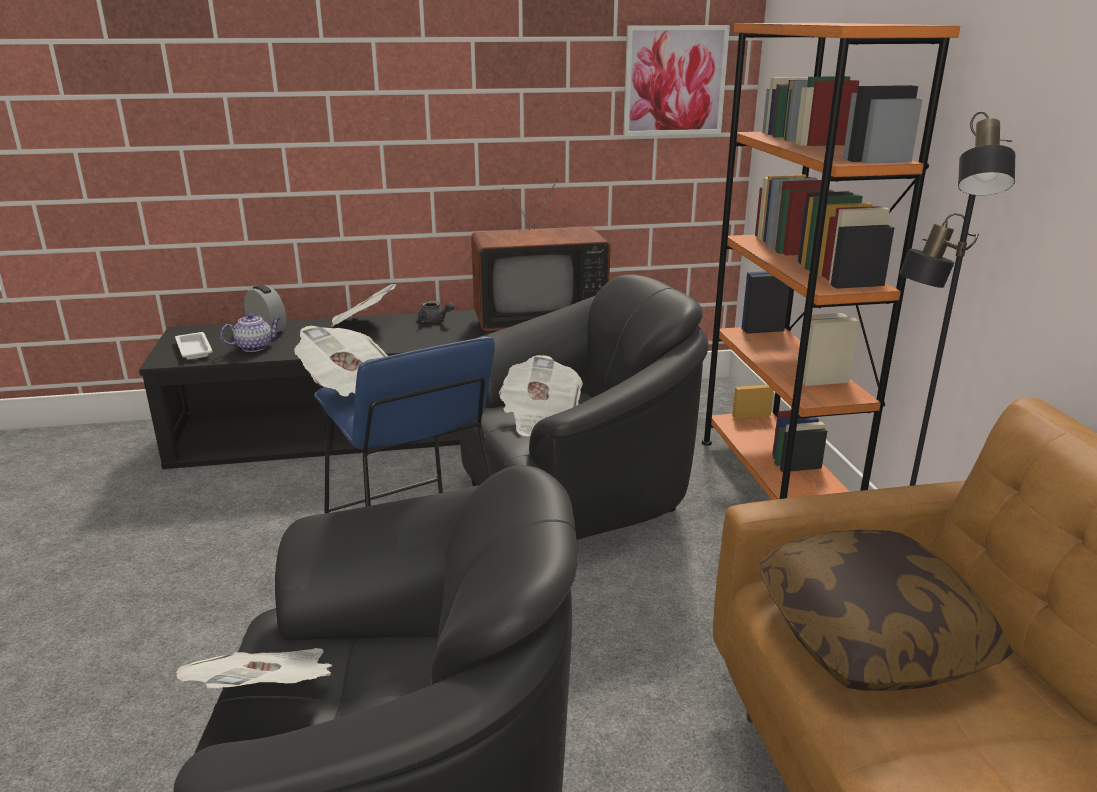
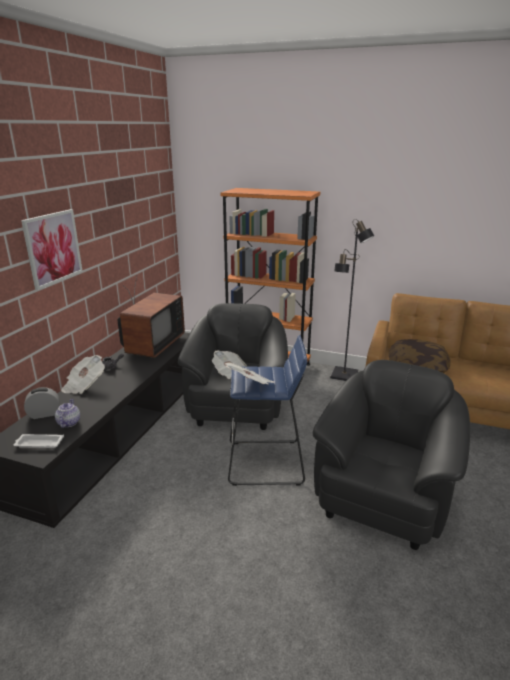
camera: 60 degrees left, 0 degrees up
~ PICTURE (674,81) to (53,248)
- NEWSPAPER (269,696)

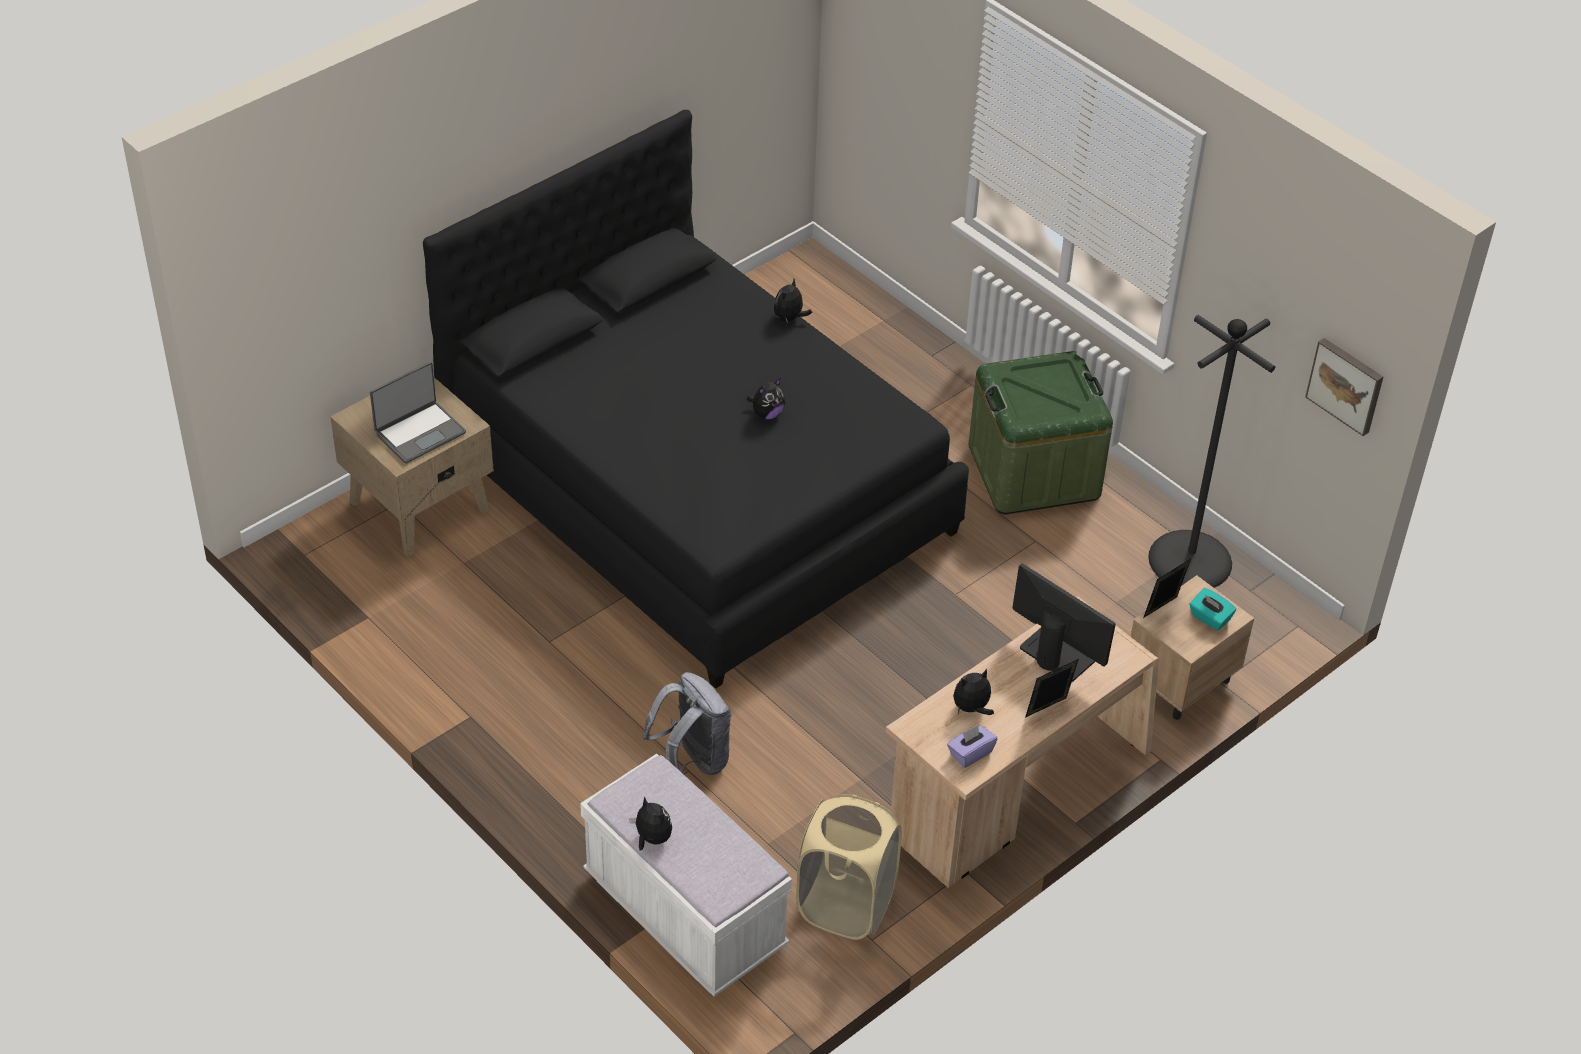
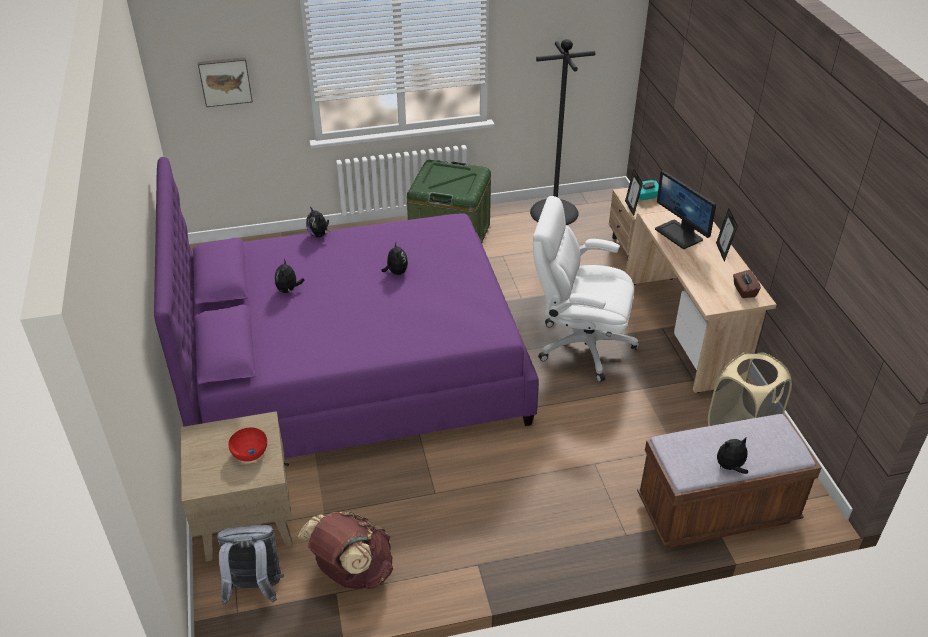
camera: 60 degrees left, 5 degrees down
~ BLACK BED (698,489) to PURPLE BED (353,369)
~ PICTURE (1346,385) to (225,81)
~ GREY BACKPACK (692,760) to (255,588)
~ LAPTOP (419,432) to RED BOWL (249,452)
~ PLUSH TOY (972,708) to (288,290)
+ BROWN BACKPACK (352,572)
+ WHITE OFFICE CHAIR (578,344)
~ WHITE BENCH (684,913) to BROWN BENCH (717,511)
~ MONITOR (1056,654) = (679,234) 105 degrees counterclockwise
~ PURPLE TISSUE BOX (970,753) to BROWN TISSUE BOX (744,291)

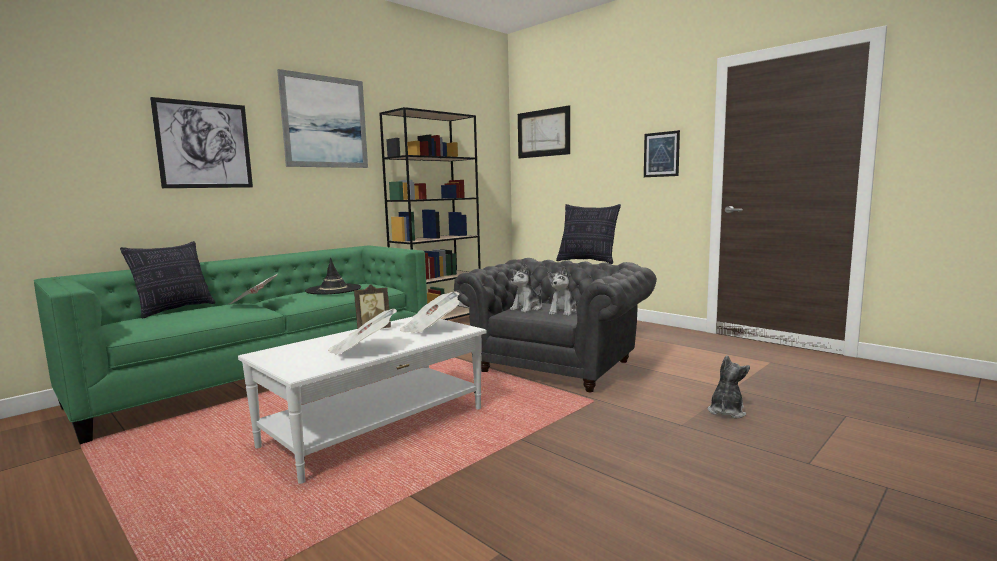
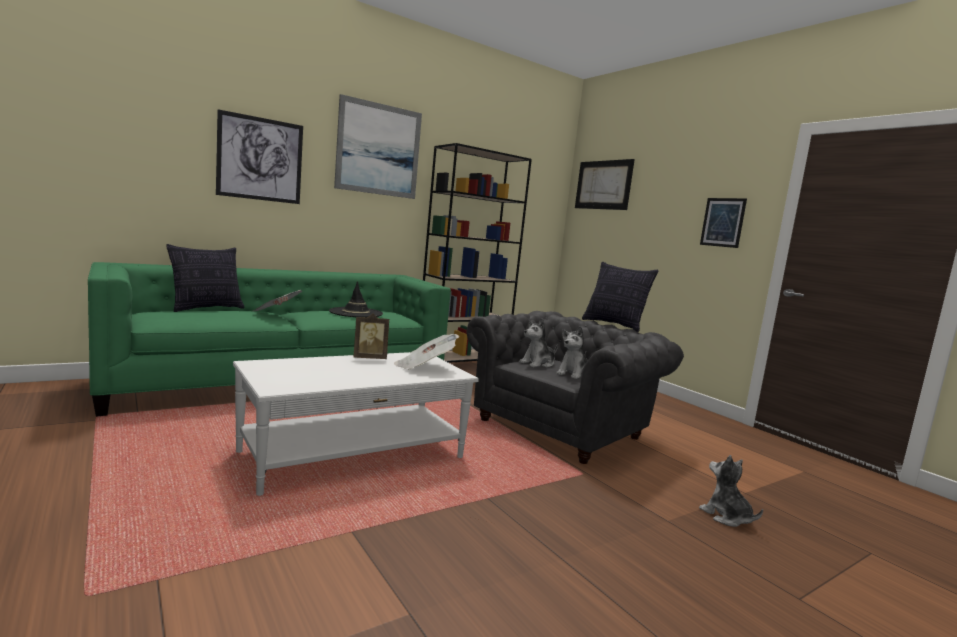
camera: 10 degrees right, 0 degrees up
~ PLUSH TOY (726,411) = (726,517) 75 degrees counterclockwise
- NEWSPAPER (362,350)

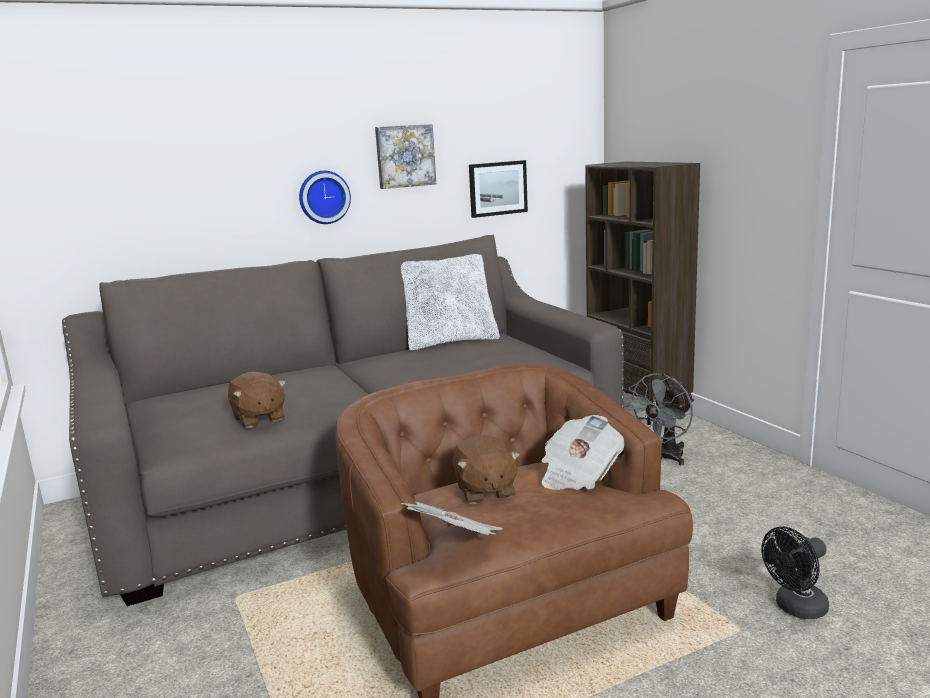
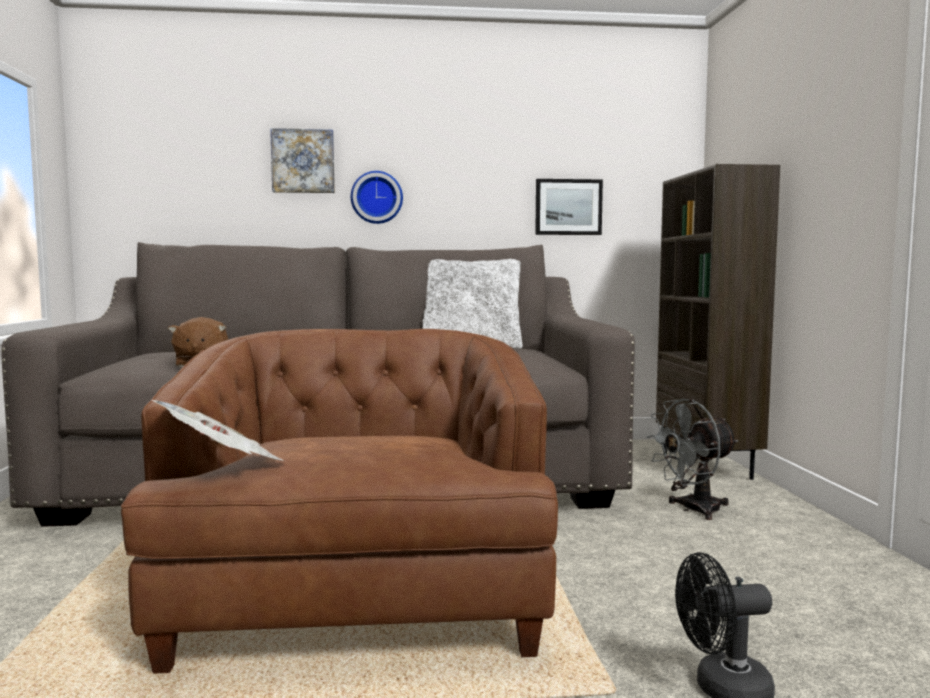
camera: 20 degrees right, 10 degrees down
~ PICTURE (405,156) to (303,161)
- BROWN PLUSH TOY (484,491)
- NEWSPAPER (578,475)

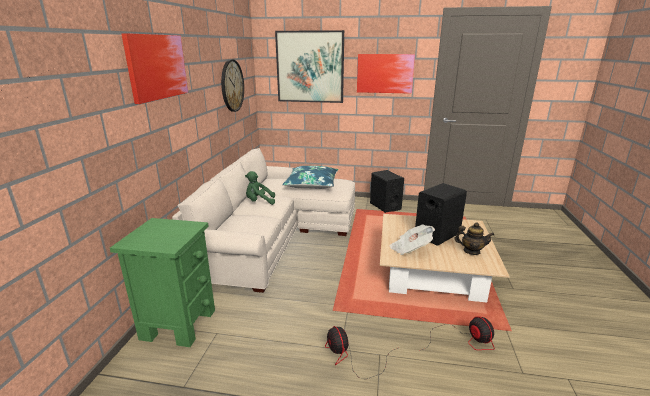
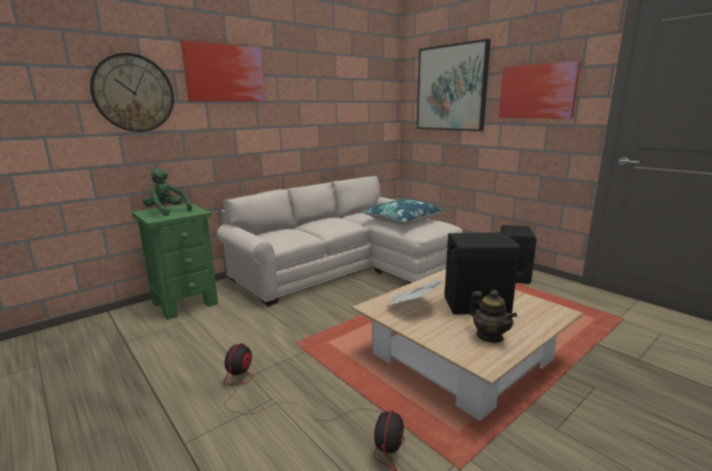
camera: 40 degrees right, 5 degrees down
~ WALL CLOCK (232,86) to (133,93)
~ GREEN PLUSH TOY (259,202) to (167,212)

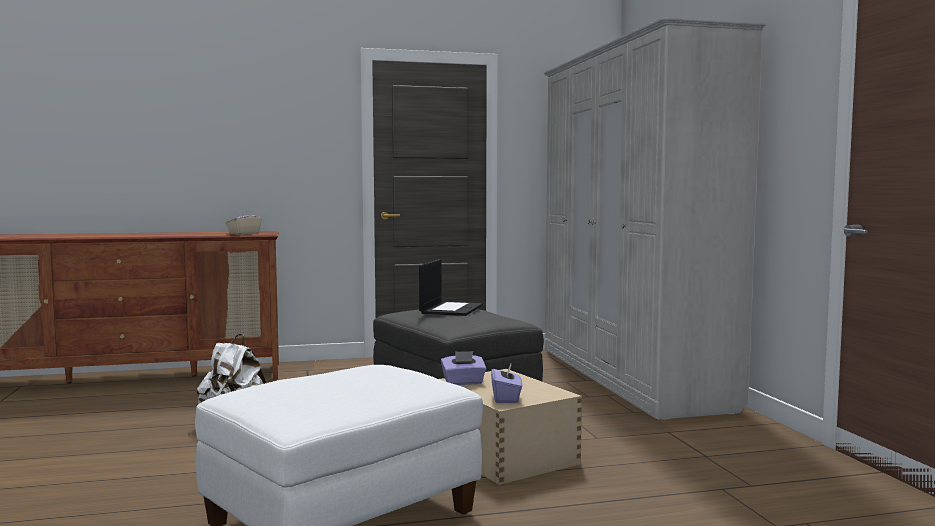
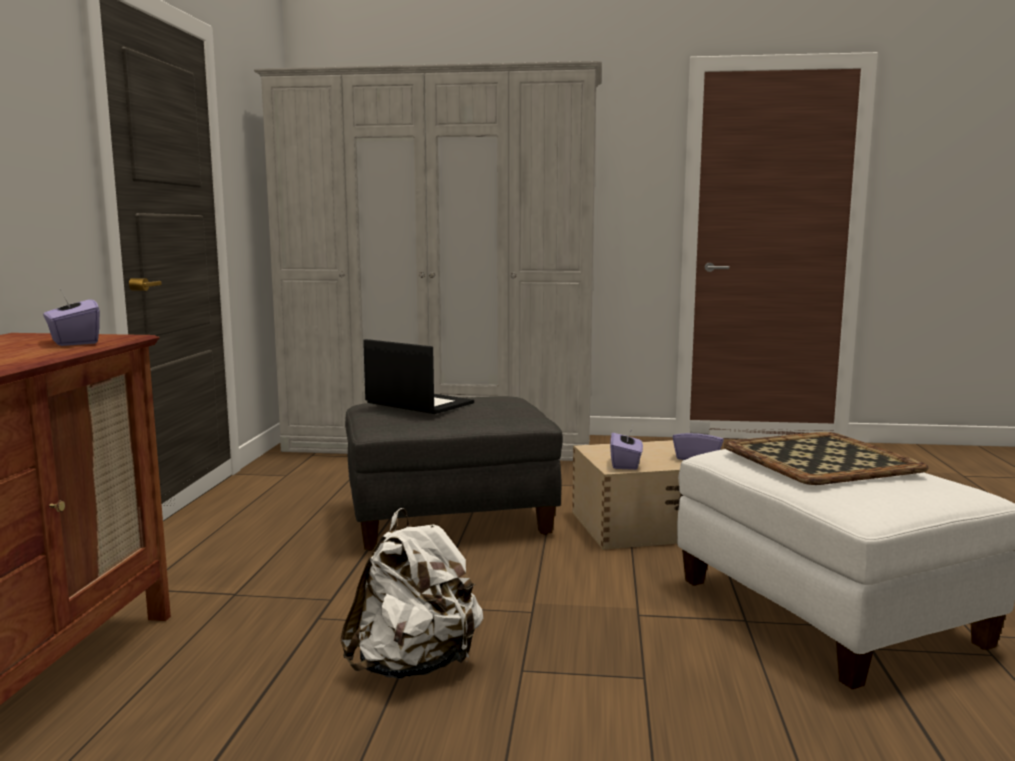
camera: 70 degrees left, 5 degrees up
~ BEIGE TISSUE BOX (244,234) to PURPLE TISSUE BOX (73,342)
+ TRAY (820,458)

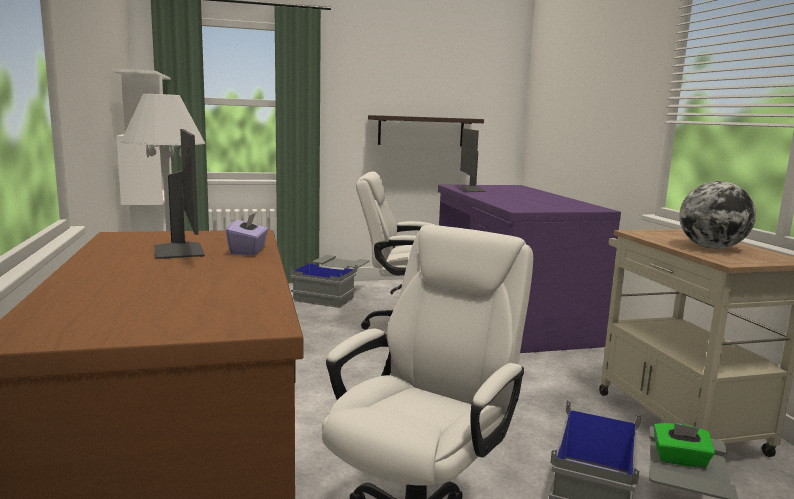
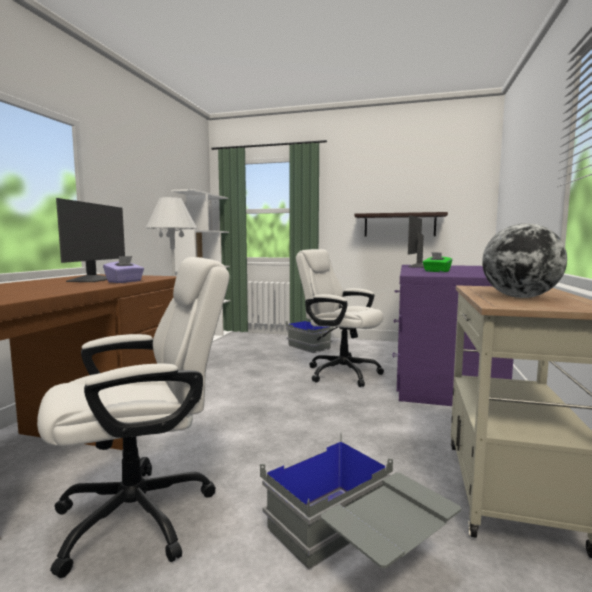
camera: 30 degrees right, 5 degrees down
~ GREEN TISSUE BOX (680,459) to (436,271)

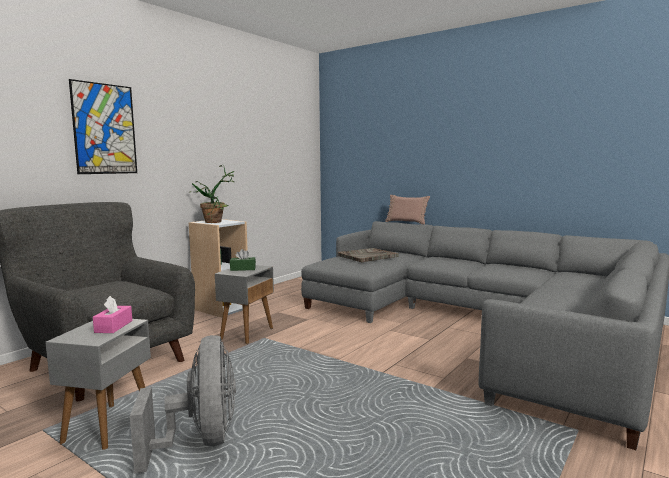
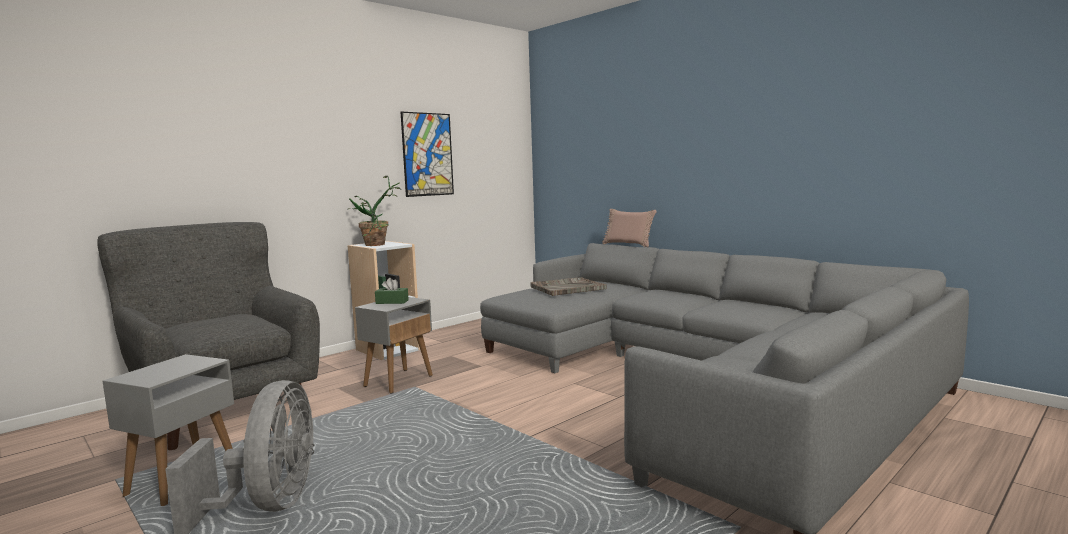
camera: 10 degrees right, 0 degrees up
~ PICTURE (104,129) to (427,154)
- PINK TISSUE BOX (113,326)

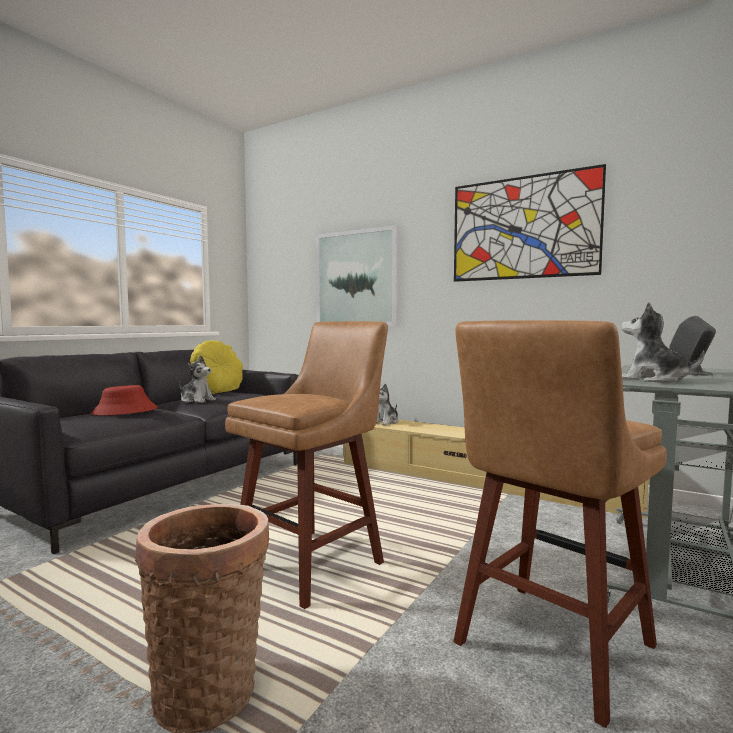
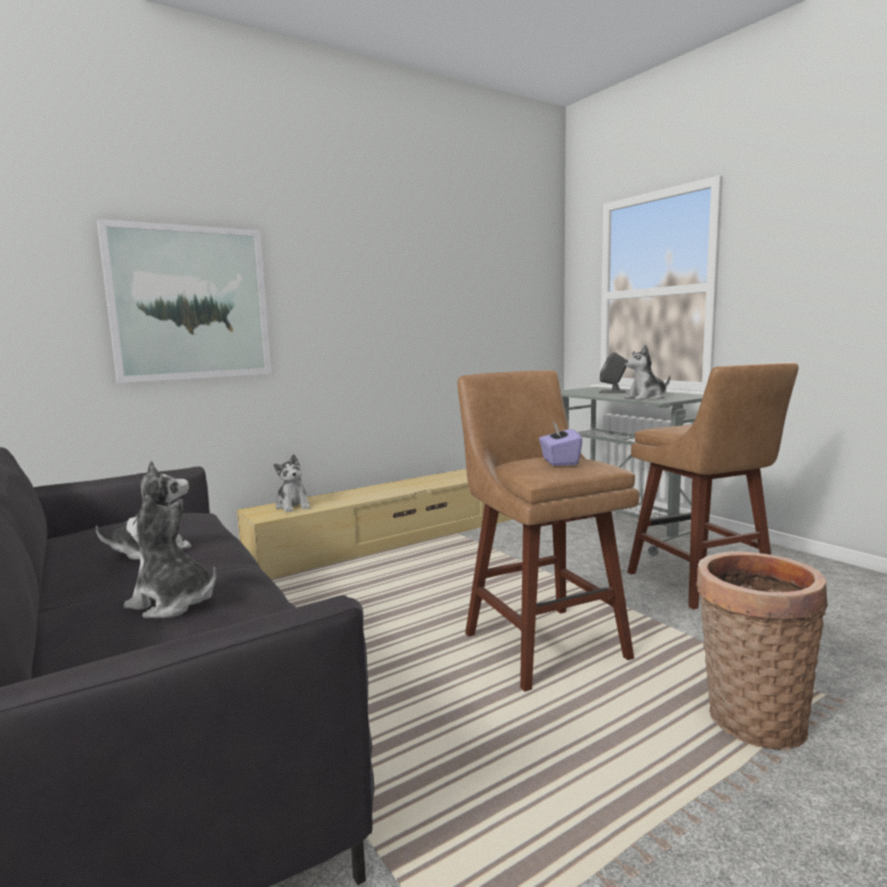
camera: 65 degrees left, 5 degrees up
~ RED HAT (124,412) to PLUSH TOY (173,604)
+ PURPLE TISSUE BOX (559,461)
- YELLOW PILLOW (217,392)
- PICTURE (523,228)

